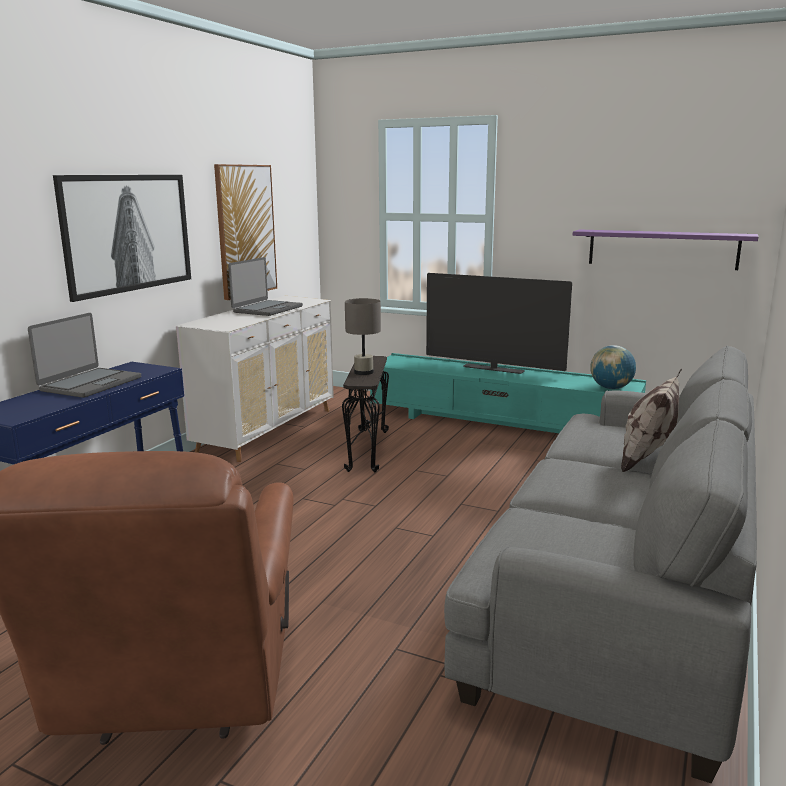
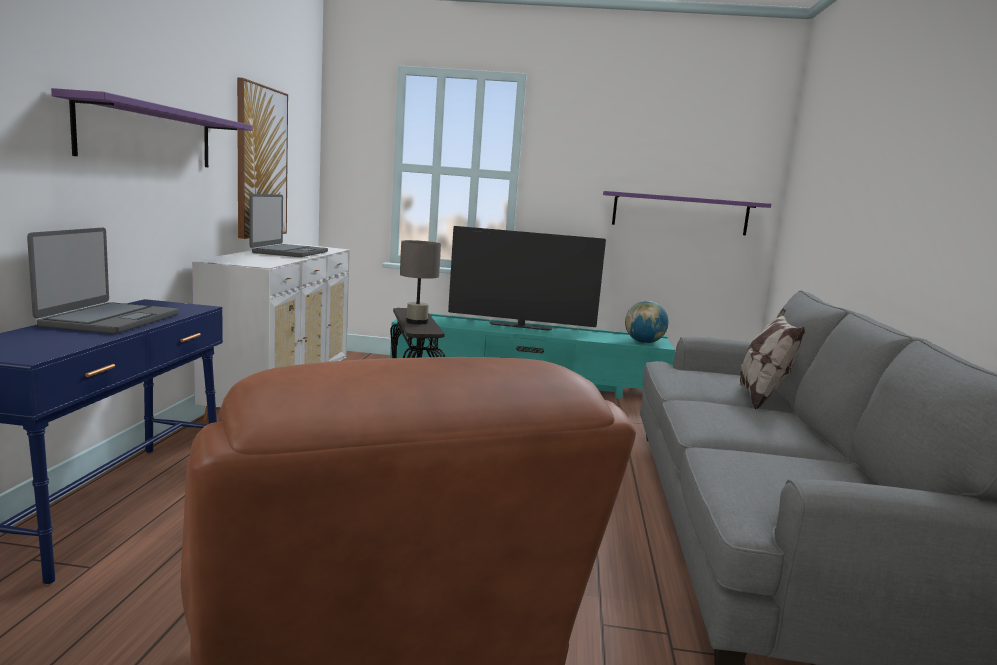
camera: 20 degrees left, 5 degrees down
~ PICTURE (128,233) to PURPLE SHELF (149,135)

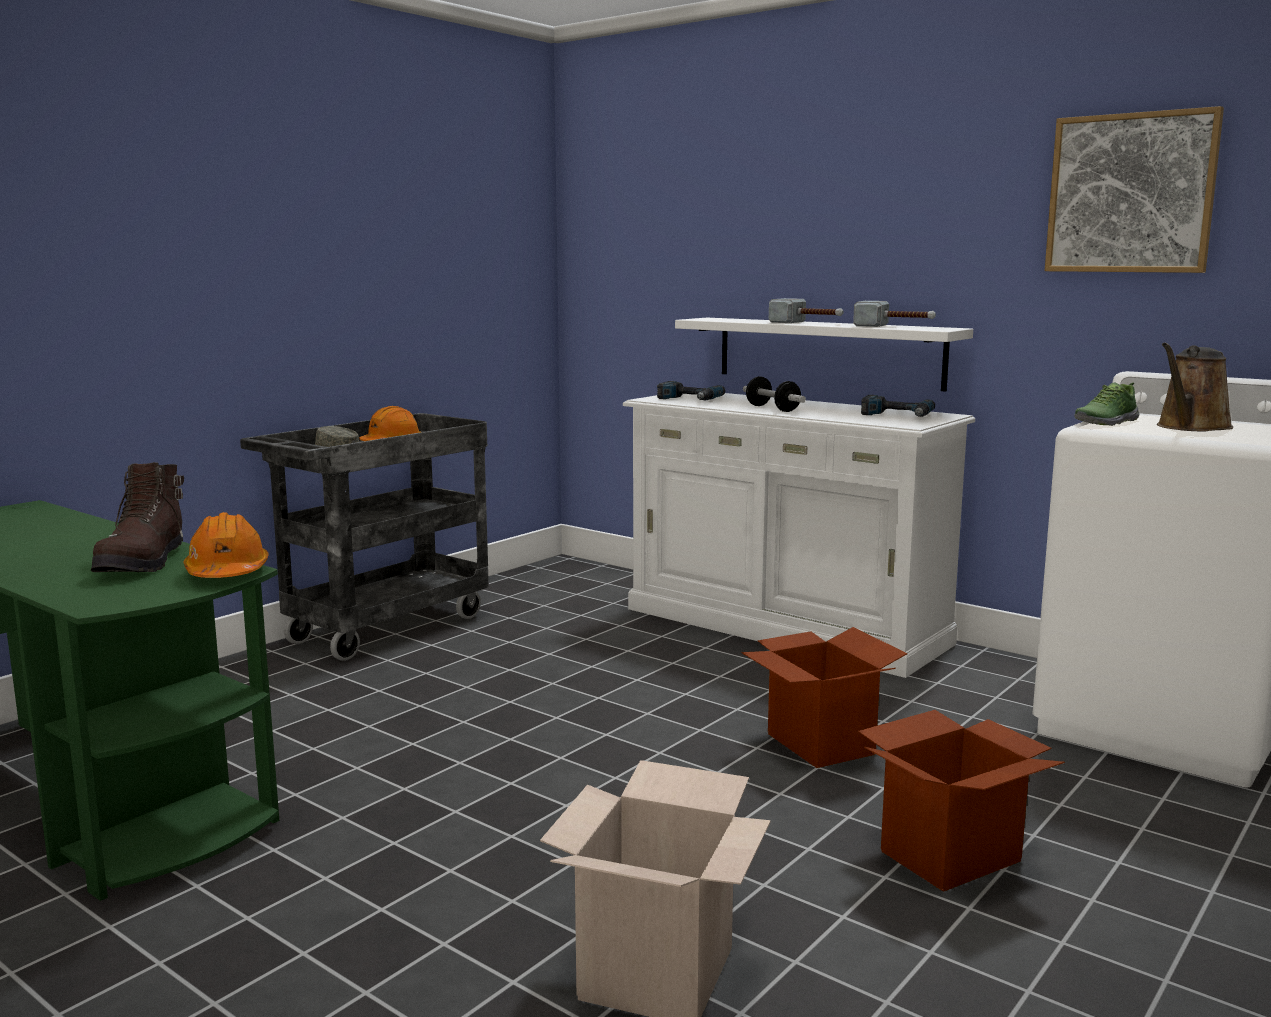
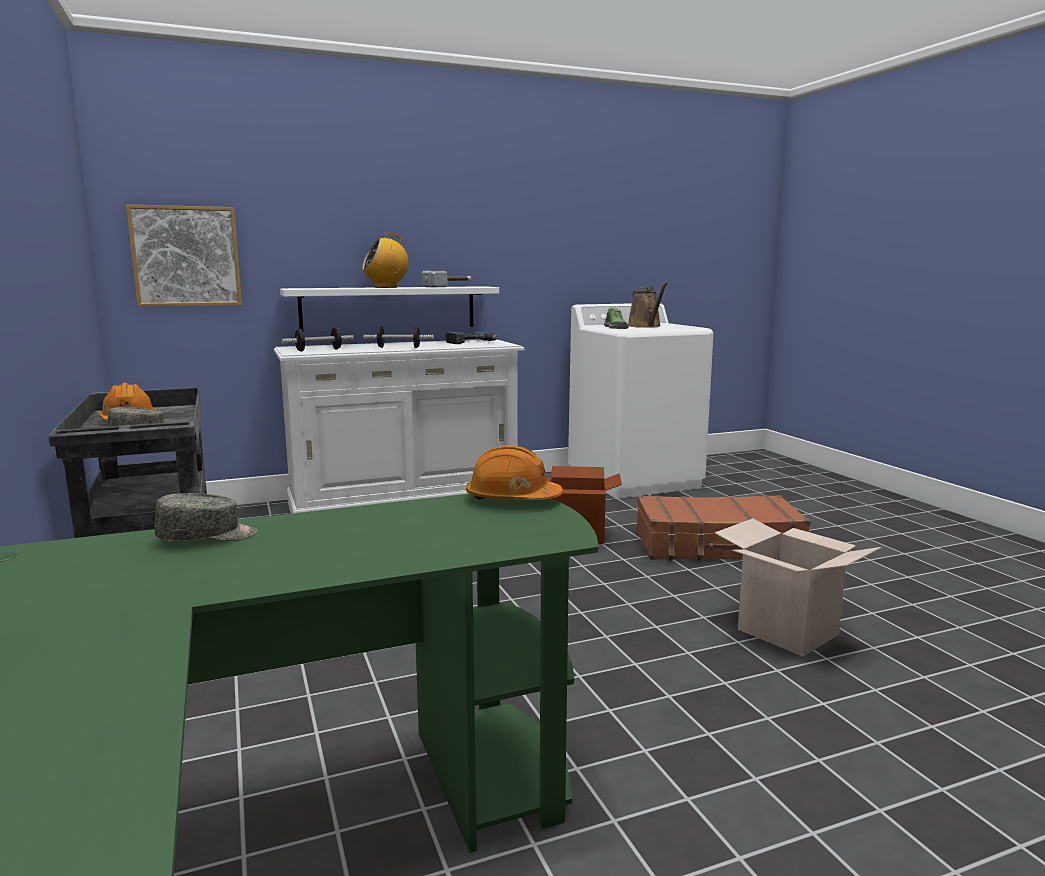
camera: 60 degrees left, 0 degrees up
~ PICTURE (1130,193) to (186,256)
+ GREY CAP (208,537)
~ POWER DRILL (688,399) to DUMBBELL (318,350)
~ HAMMER (807,323) to RADIO (386,287)
~ CARDBOARD BOX (950,856) to BROWN SUITCASE (718,546)
- BROWN BOOT (144,562)

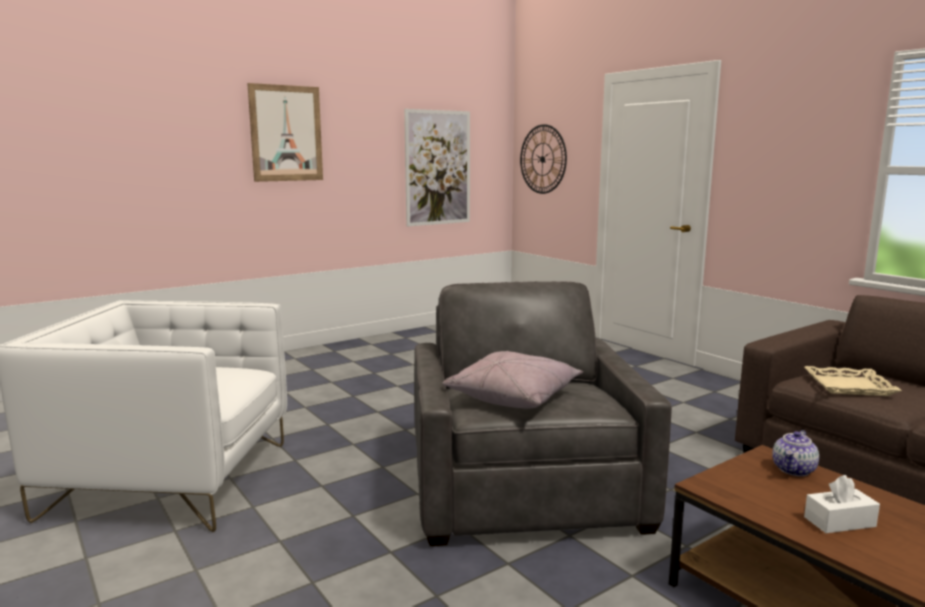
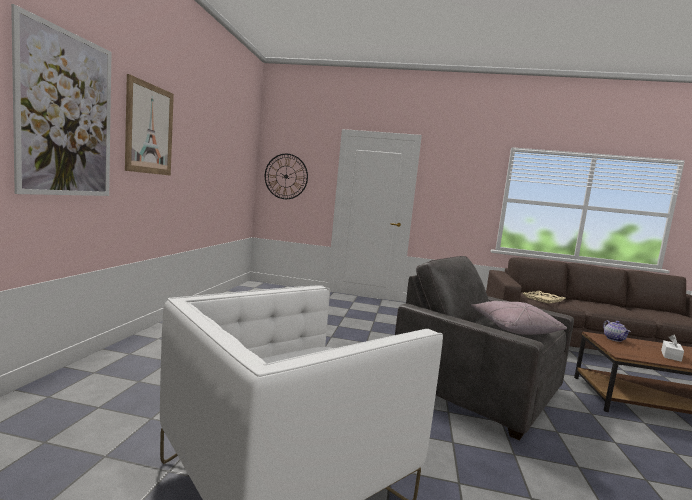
camera: 45 degrees left, 5 degrees down
~ PICTURE (438,168) to (67,115)

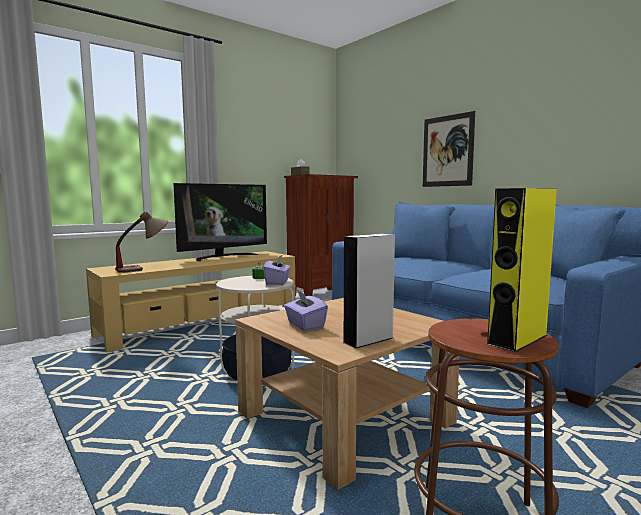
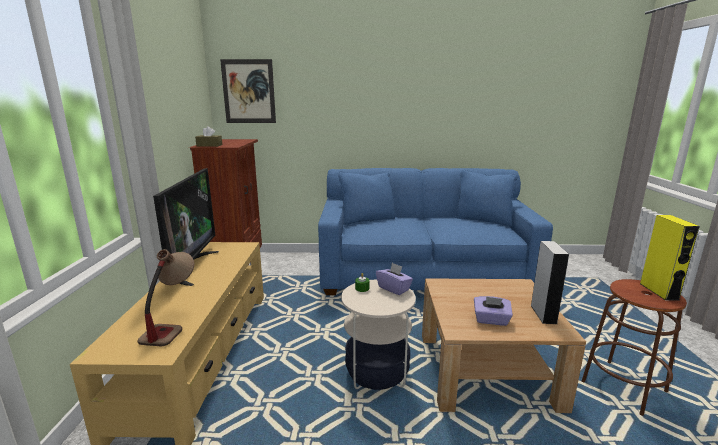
camera: 50 degrees left, 10 degrees up
~ PICTURE (447,151) to (248,91)

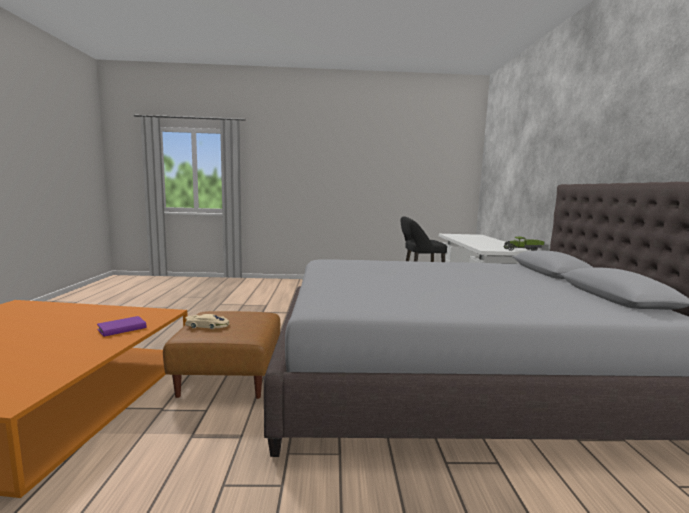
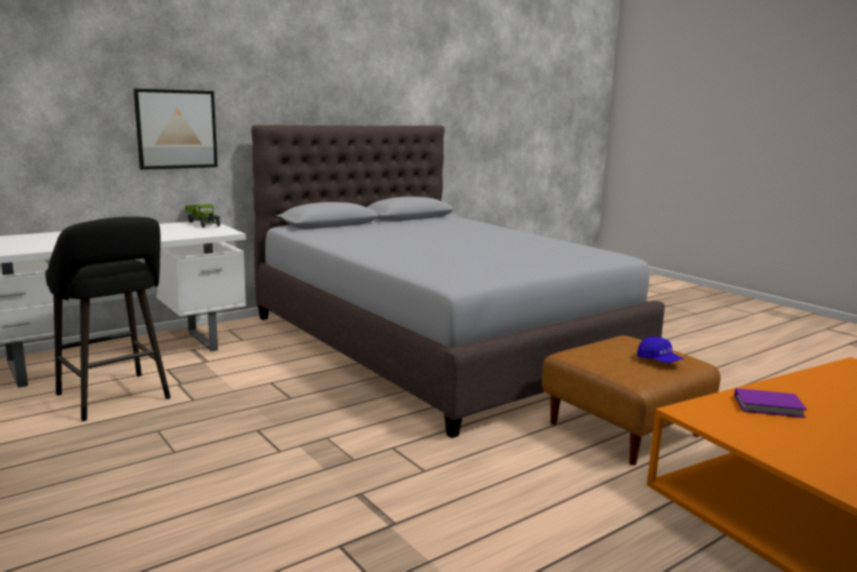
camera: 125 degrees left, 5 degrees up
+ PICTURE (176,129)
~ BEIGE TOY CAR (207,325) to BLUE CAP (659,361)

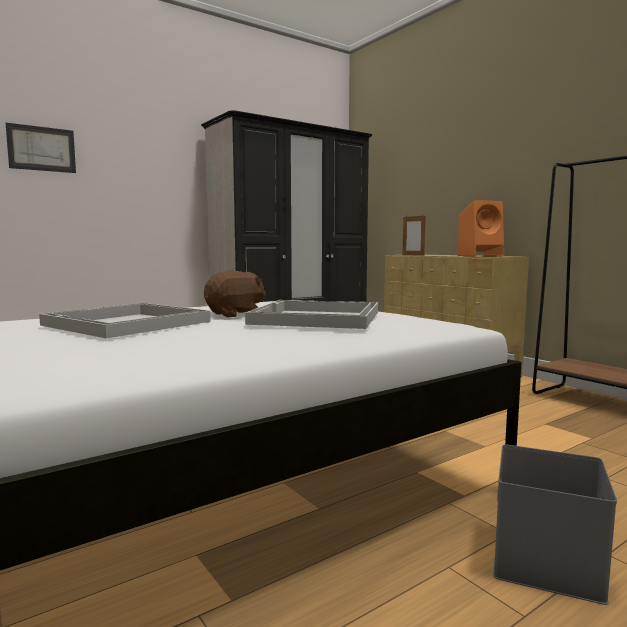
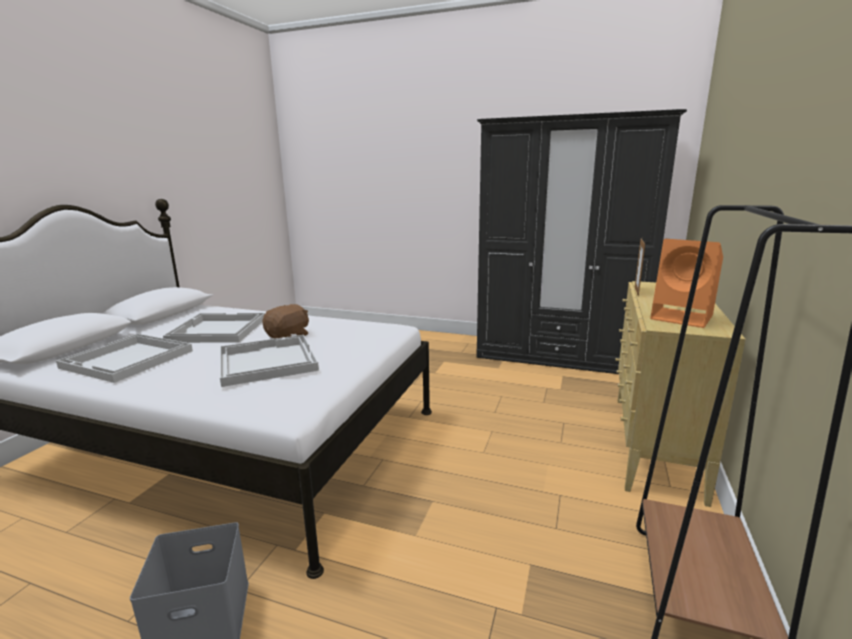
camera: 55 degrees right, 10 degrees up
+ WHITE TRAY (127,359)
~ BROWN PLUSH TOY (236,314) = (288,336) 75 degrees counterclockwise
- PICTURE (41,149)

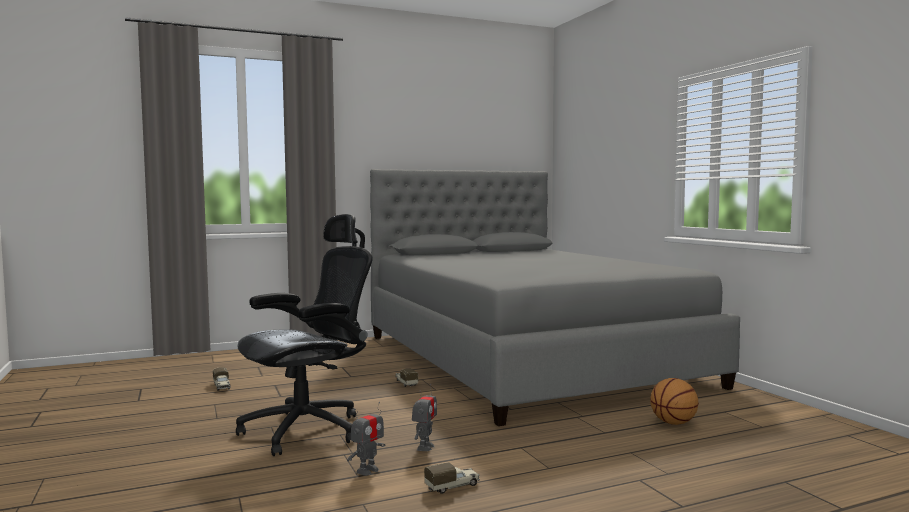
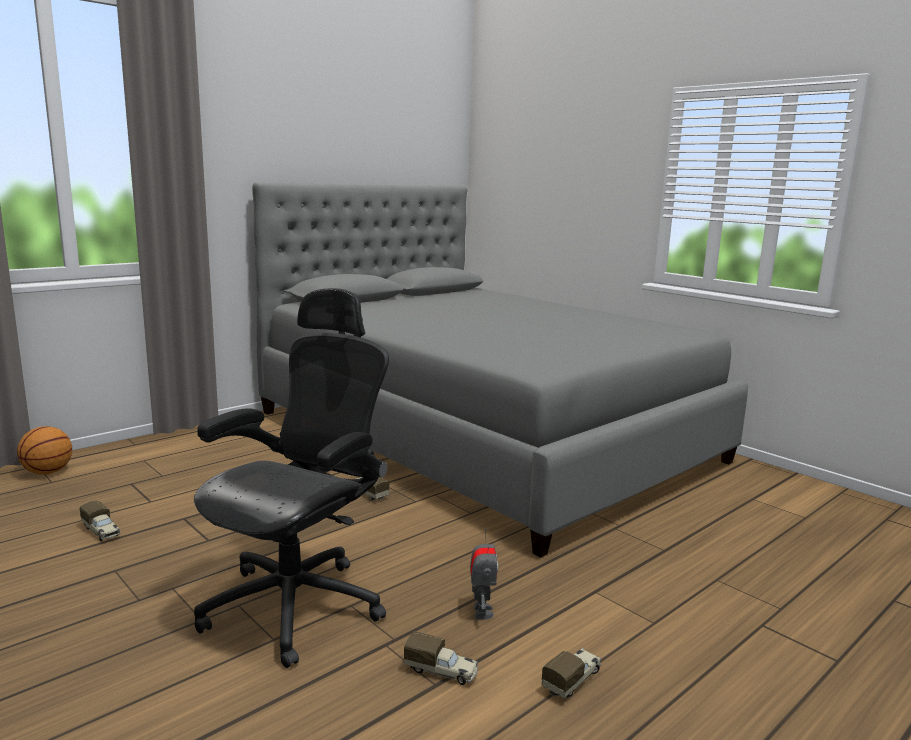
camera: 20 degrees left, 10 degrees up
~ BASKETBALL (673,423) to (48,472)
~ TOY ROBOT (367,470) to TOY TRUCK (441,671)

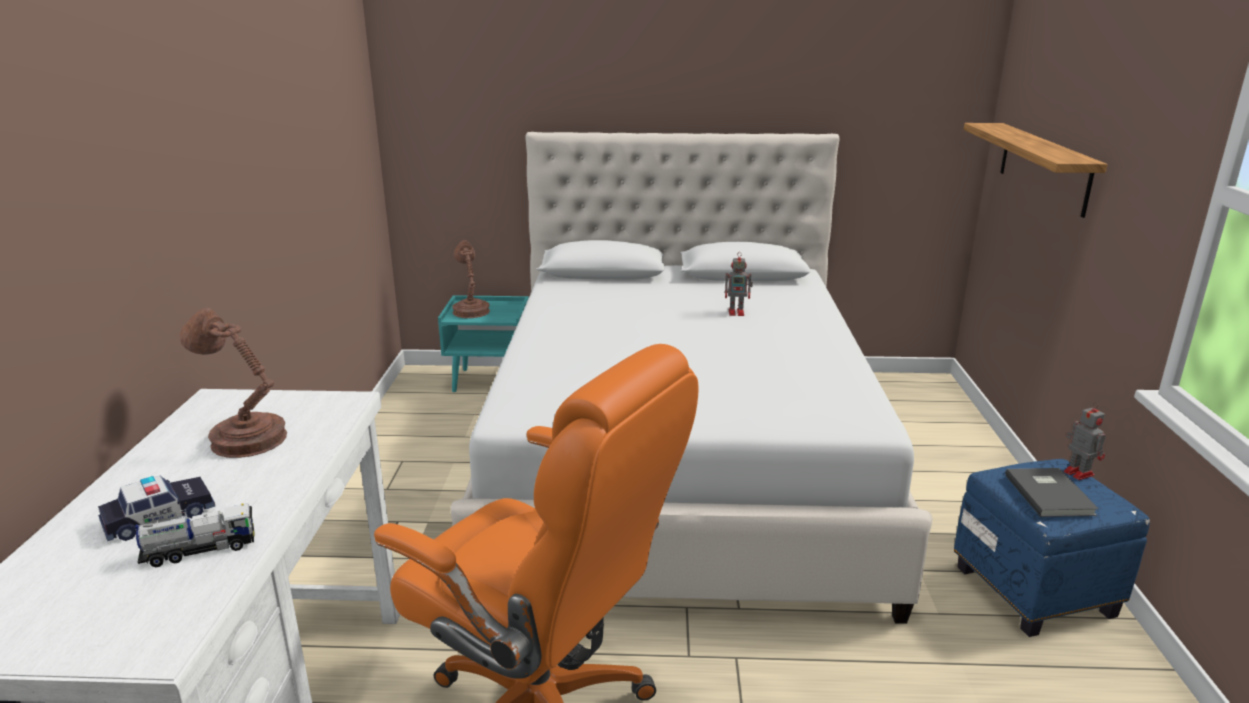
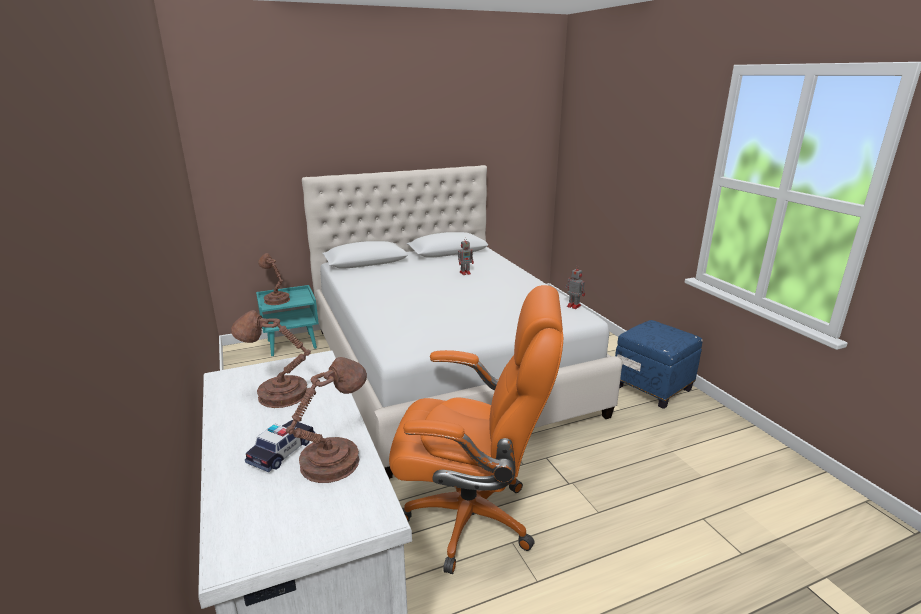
camera: 25 degrees left, 0 degrees up
~ TOY TRUCK (200,550) to BROWN TABLE LAMP (334,460)
~ TOY ROBOT (1077,472) to (573,306)
- SHELF (1043,167)
- GREY BOOK (1050,494)

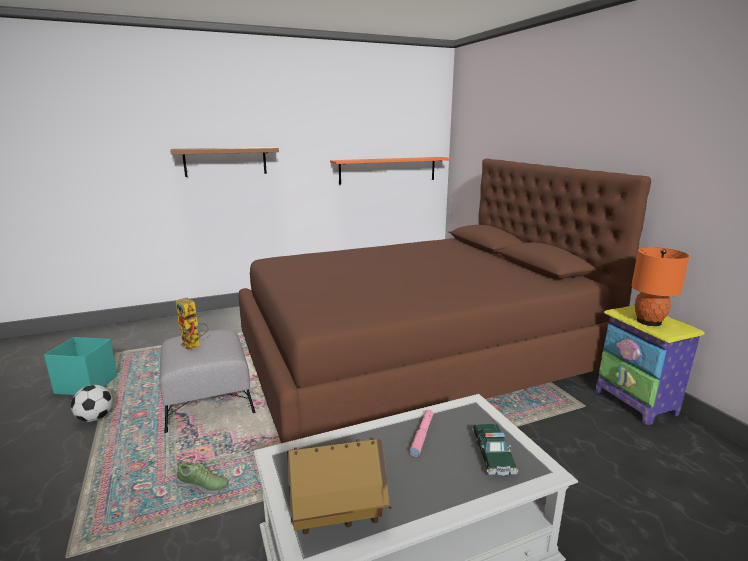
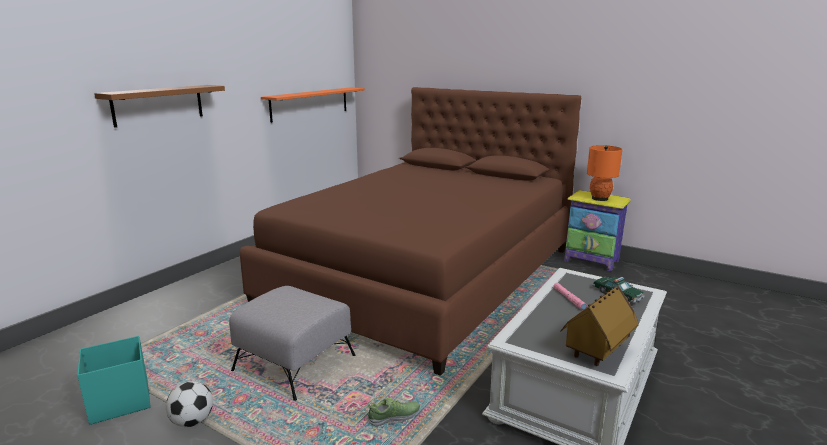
camera: 35 degrees left, 0 degrees up
- TOY ROBOT (194,346)

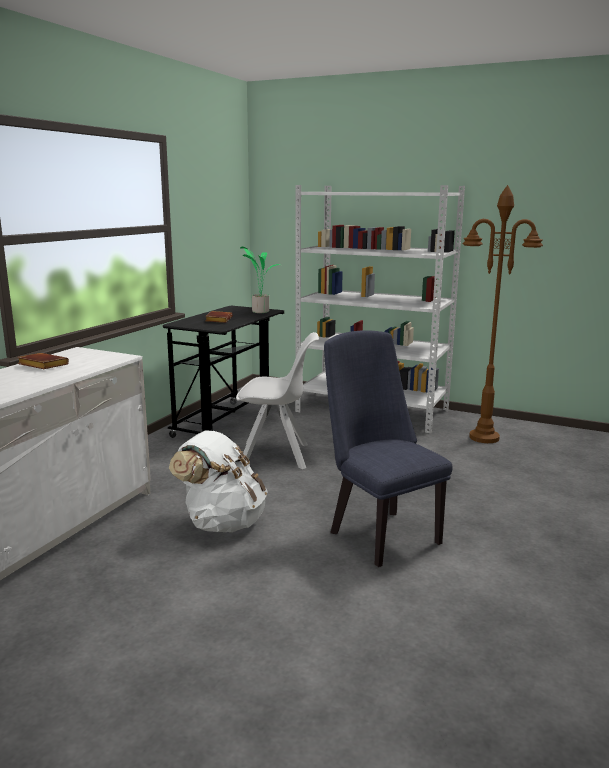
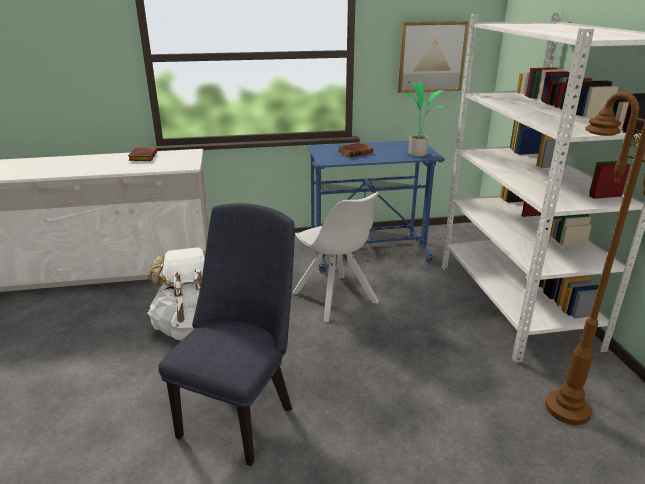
camera: 55 degrees right, 10 degrees up
~ BLACK DESK (230,424) to BLUE DESK (369,252)
+ PICTURE (431,57)

